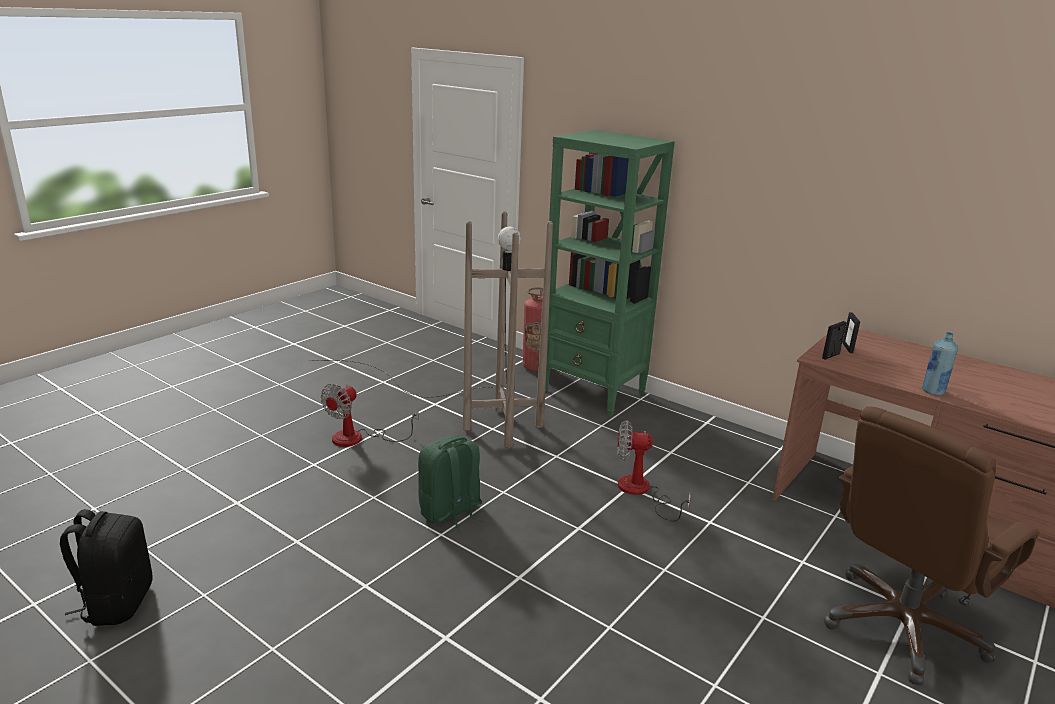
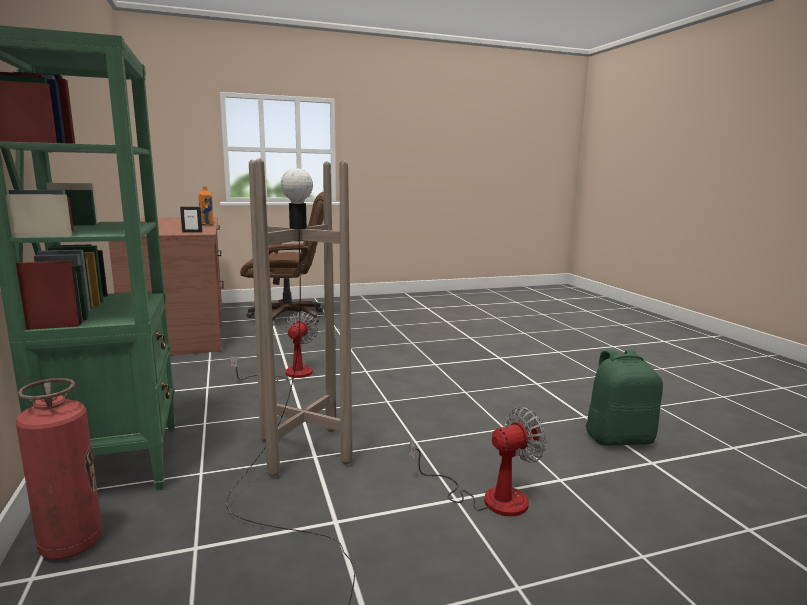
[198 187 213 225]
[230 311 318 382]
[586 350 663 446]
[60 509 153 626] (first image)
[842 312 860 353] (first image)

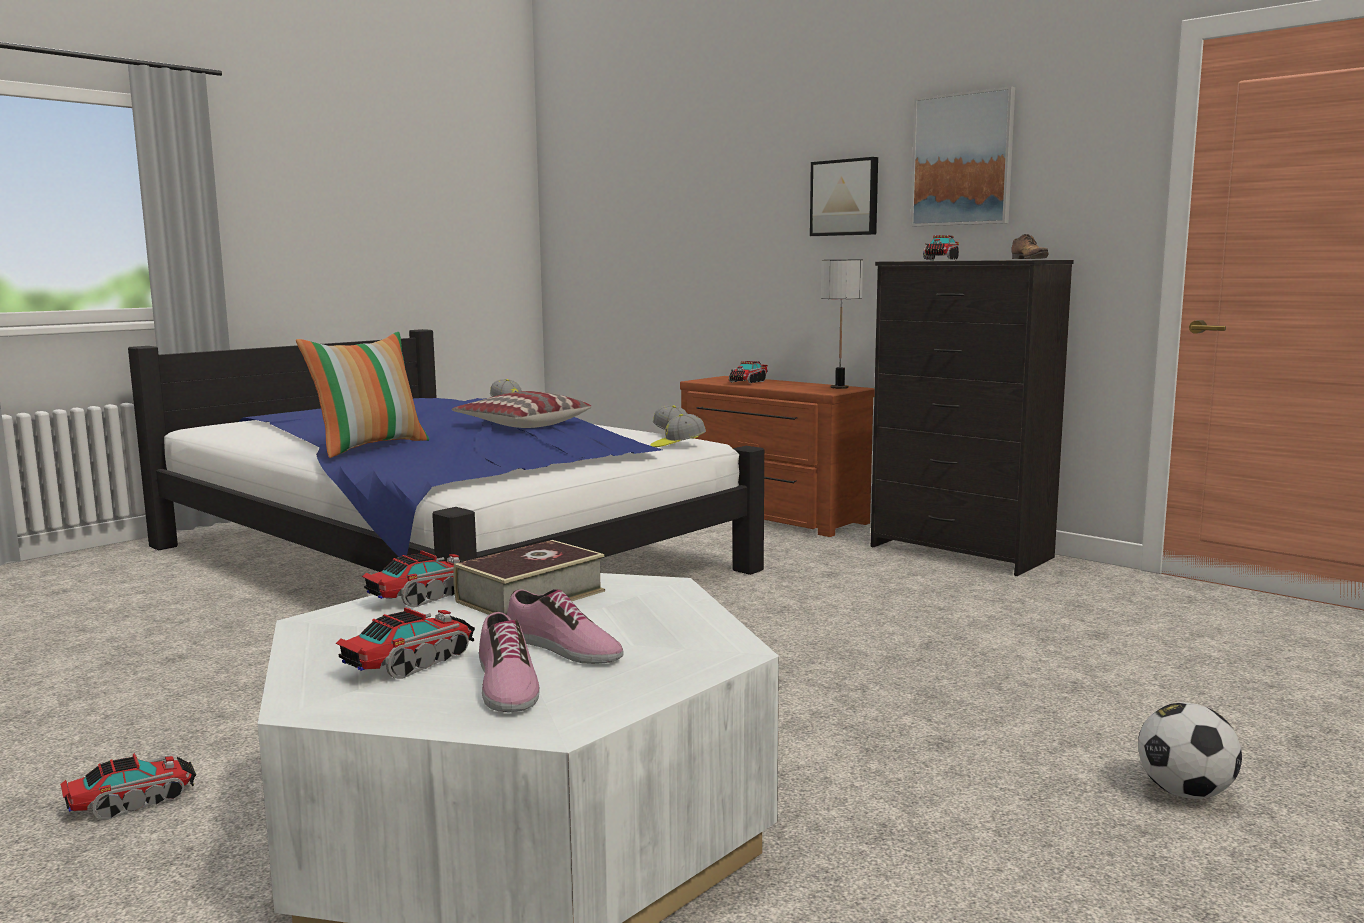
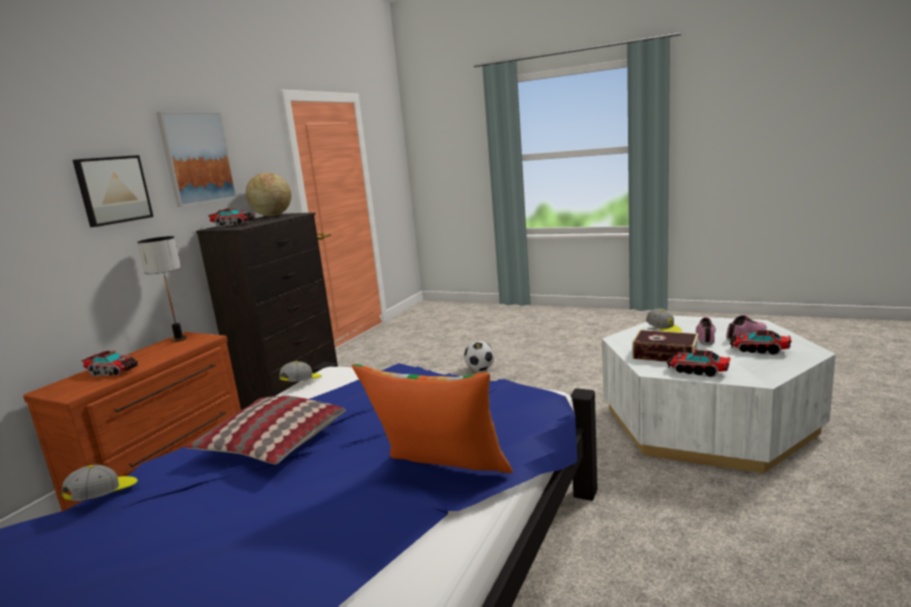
[246 172 291 216]
[464 341 494 371]
[646 308 682 332]
[61 753 197 820] (first image)

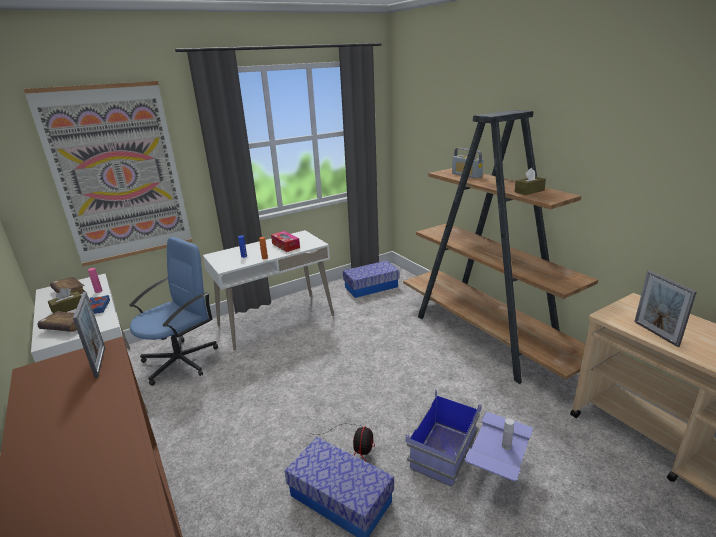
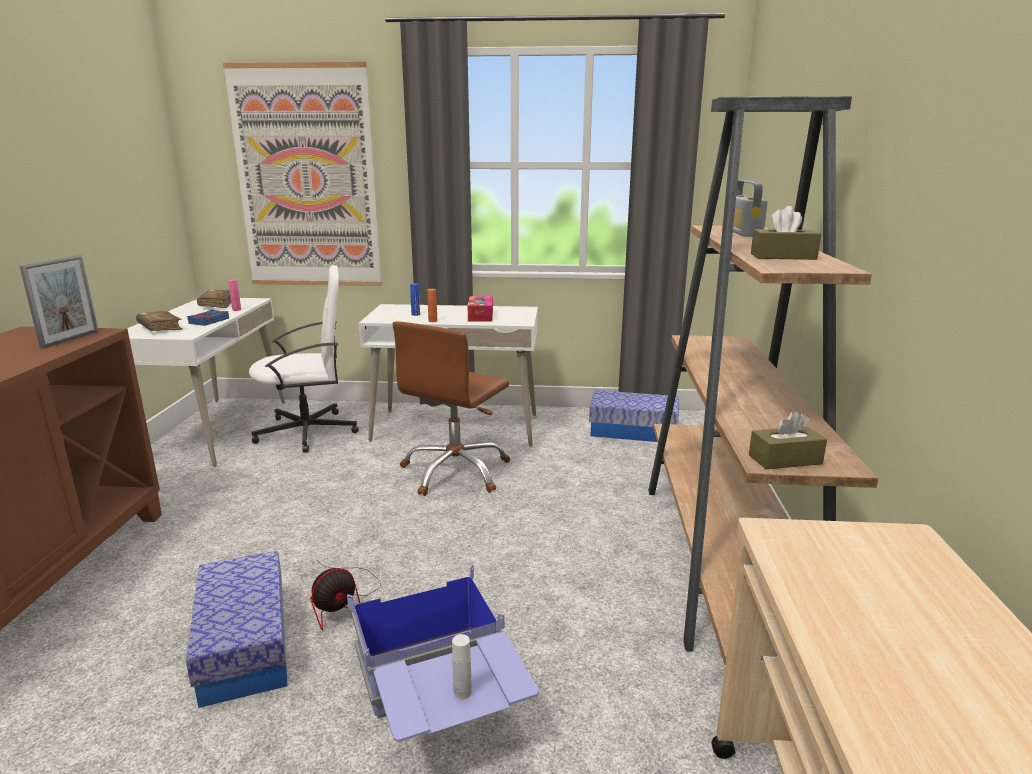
[249 265 359 453]
[393 321 510 496]
[749 411 827 469]
[634 270 697 347] (first image)

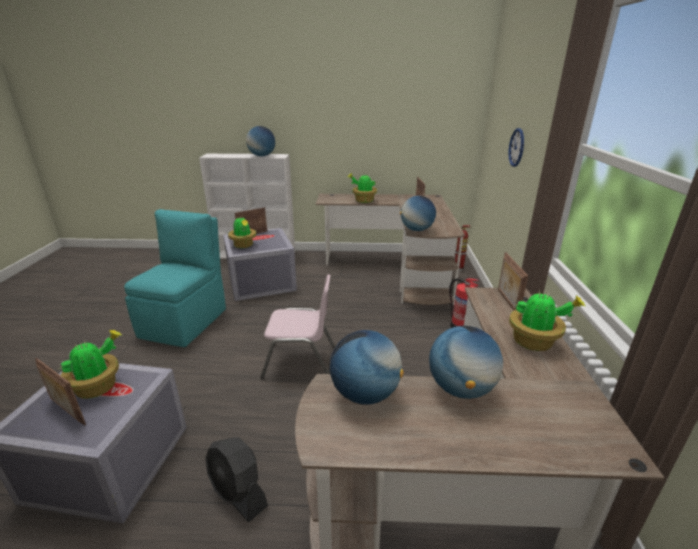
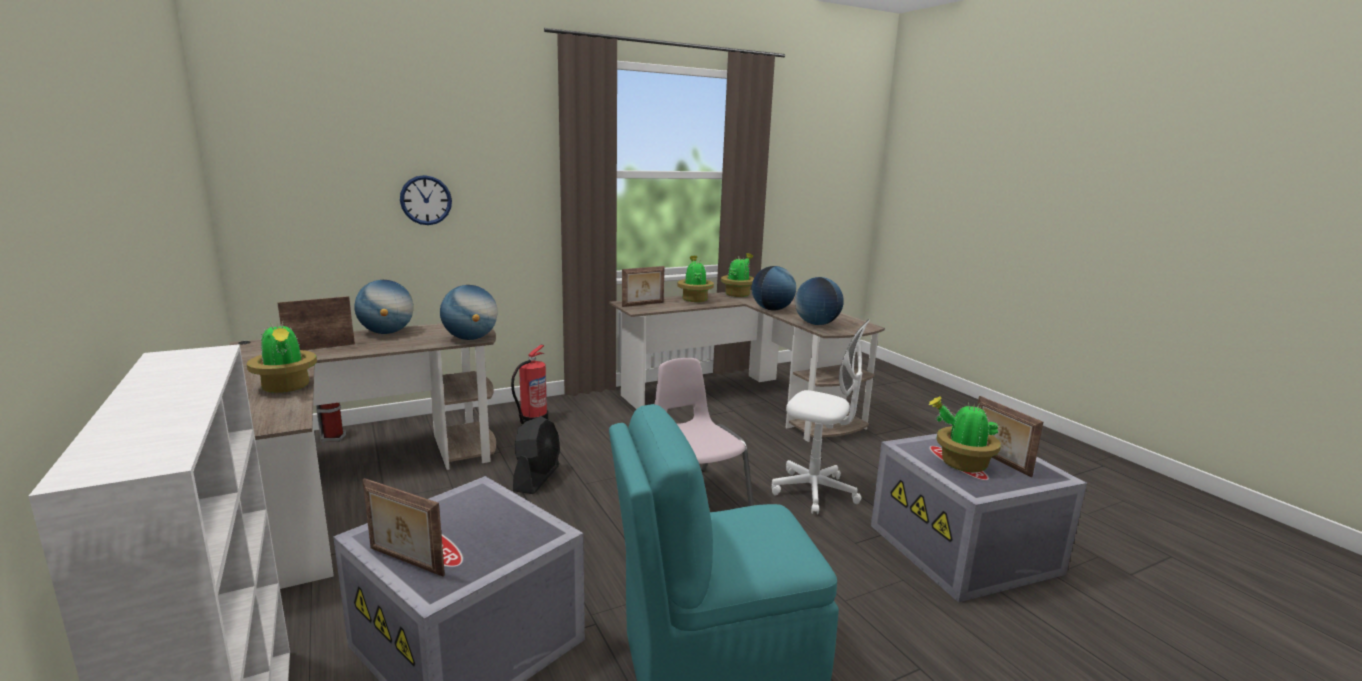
[354 280 413 334]
[513 416 560 494]
[721 253 754 297]
[772 319 870 515]
[977 396 1043 477]

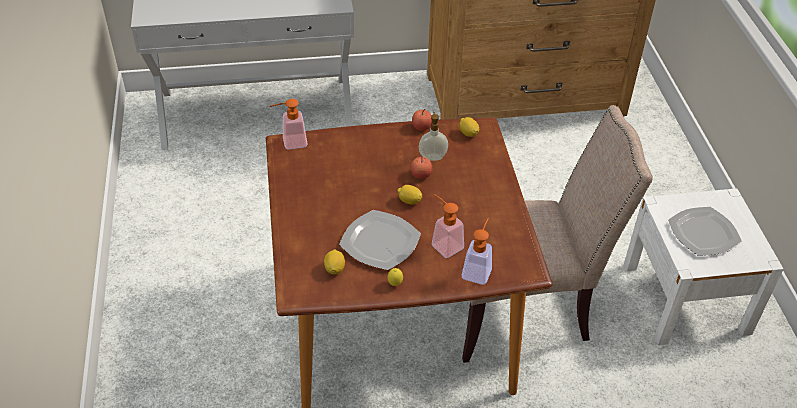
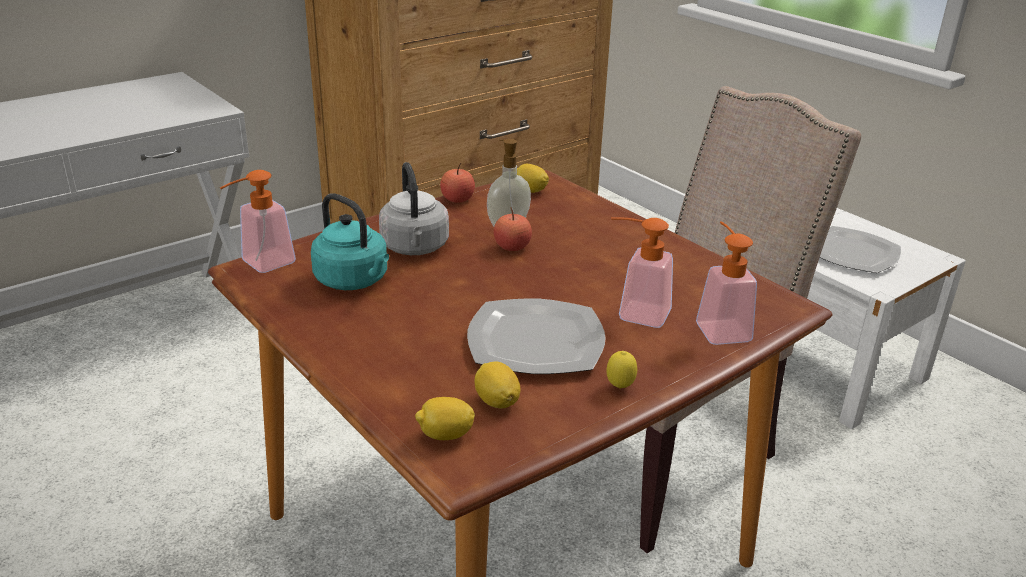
[311 193 389 290]
[379 162 449 255]
[415 397 475 440]

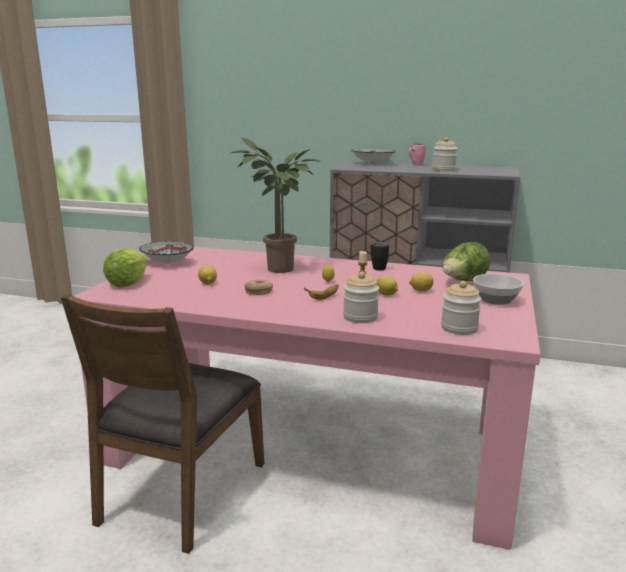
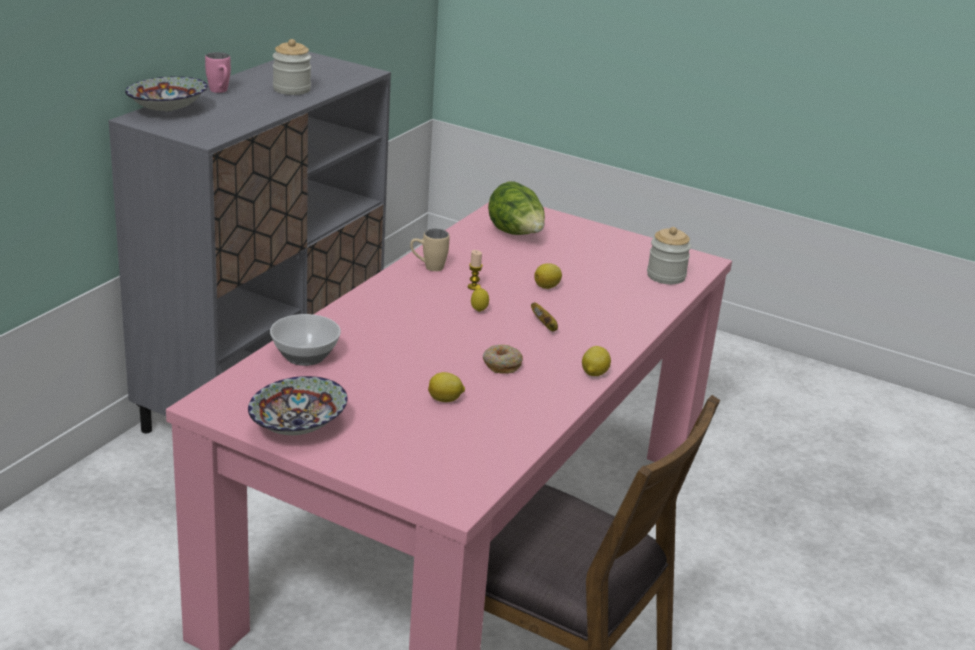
[270 314 341 366]
[410 229 450 271]
[582 346 611 376]
[103 249 148 287] (first image)
[231 138 321 273] (first image)
[343 272 379 323] (first image)

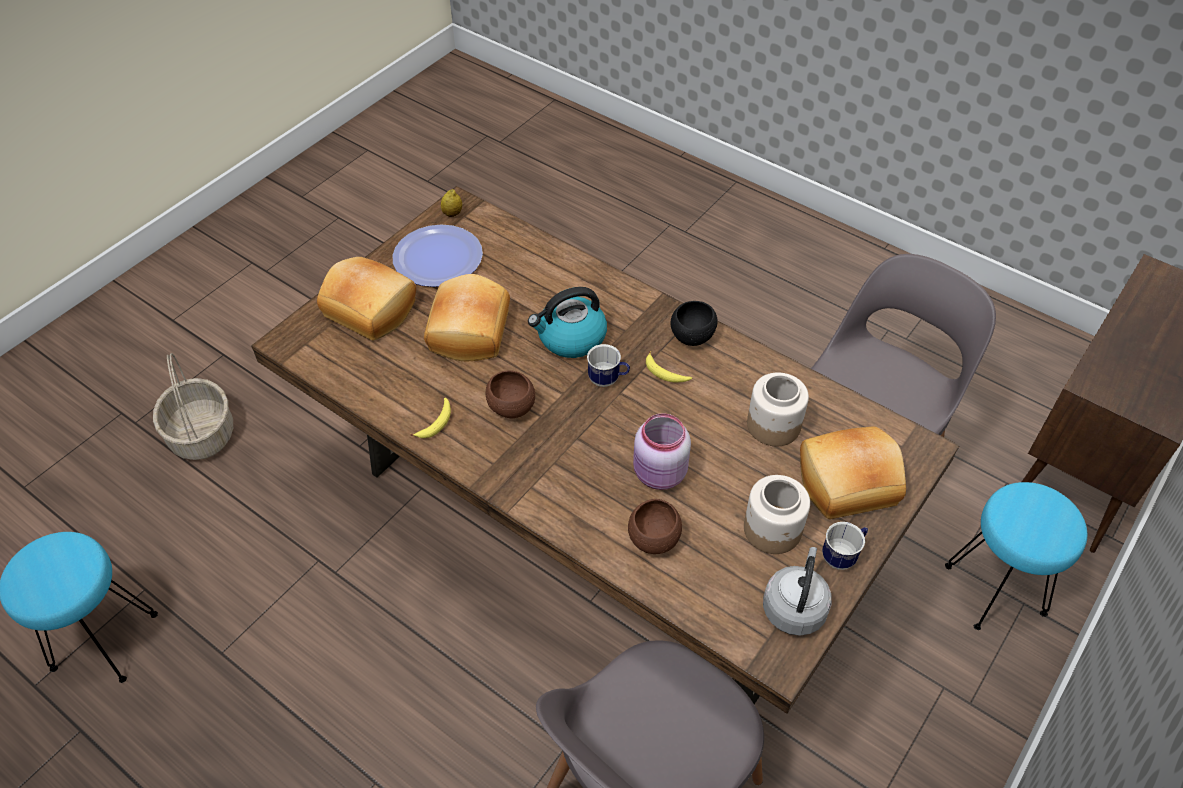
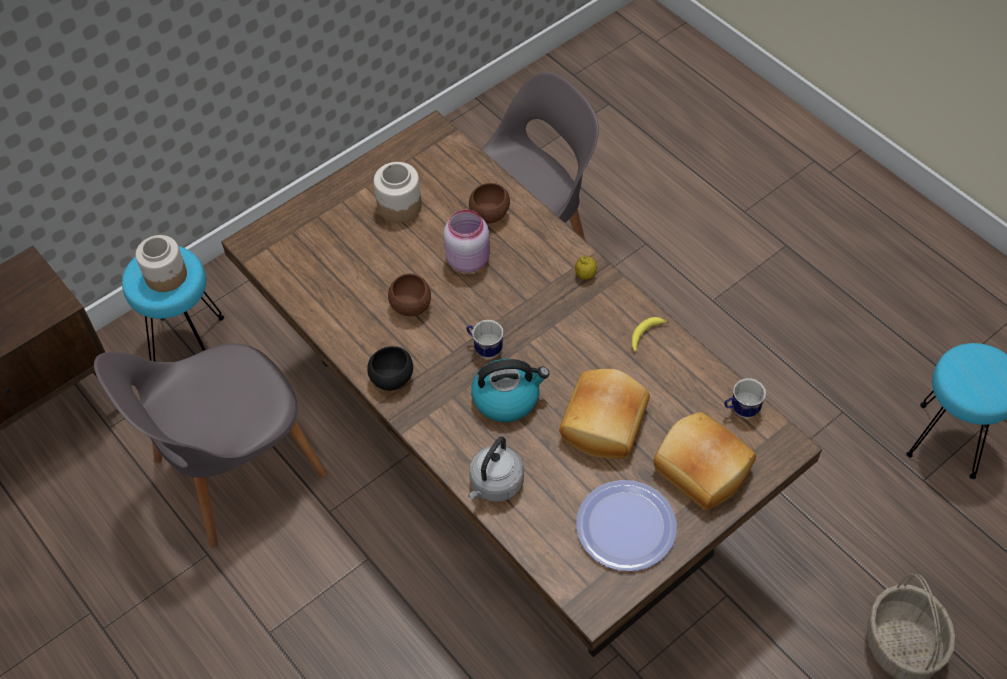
[136 235 187 292]
[388 273 431 316]
[468 436 524 502]
[575 256 597 280]
[725 378 766 418]
[646 351 692 382] (first image)
[800 427 906 519] (first image)

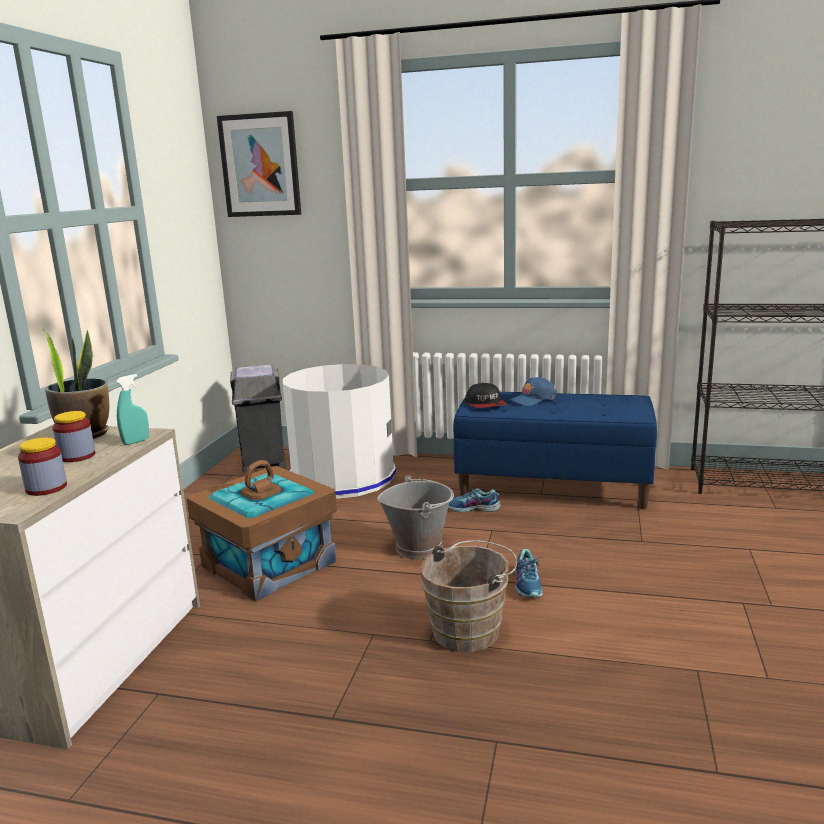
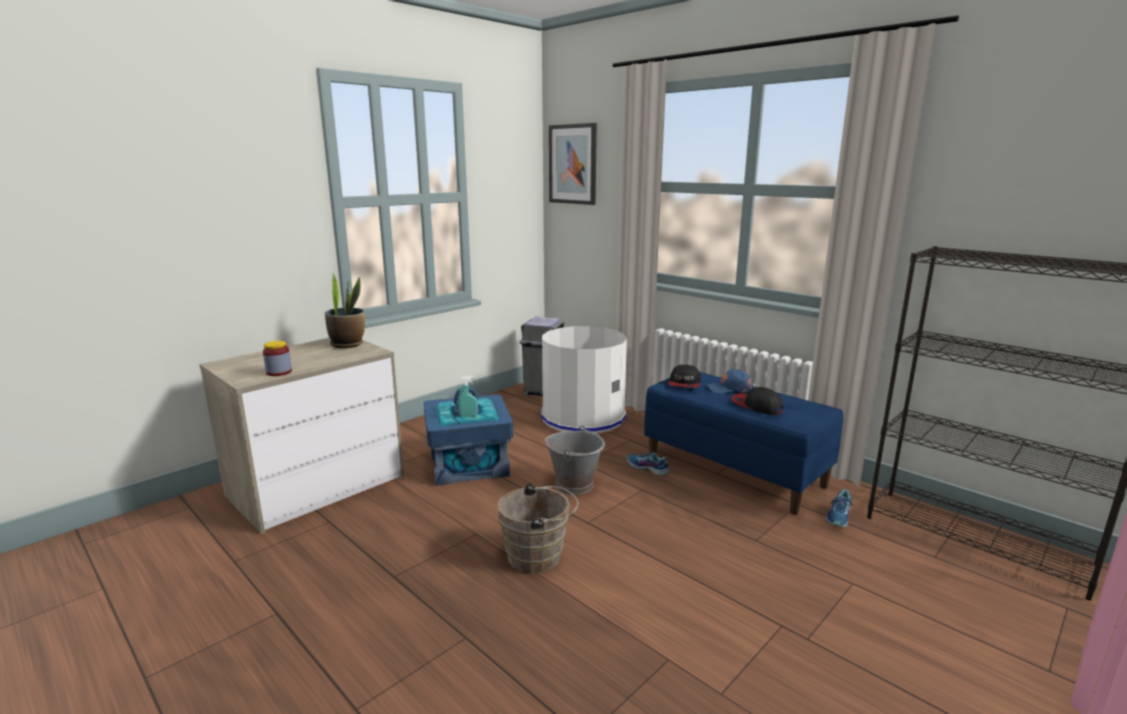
[424 387 513 486]
[458 376 478 418]
[731 387 783 415]
[826 489 856 528]
[53 411 95 462] (first image)

